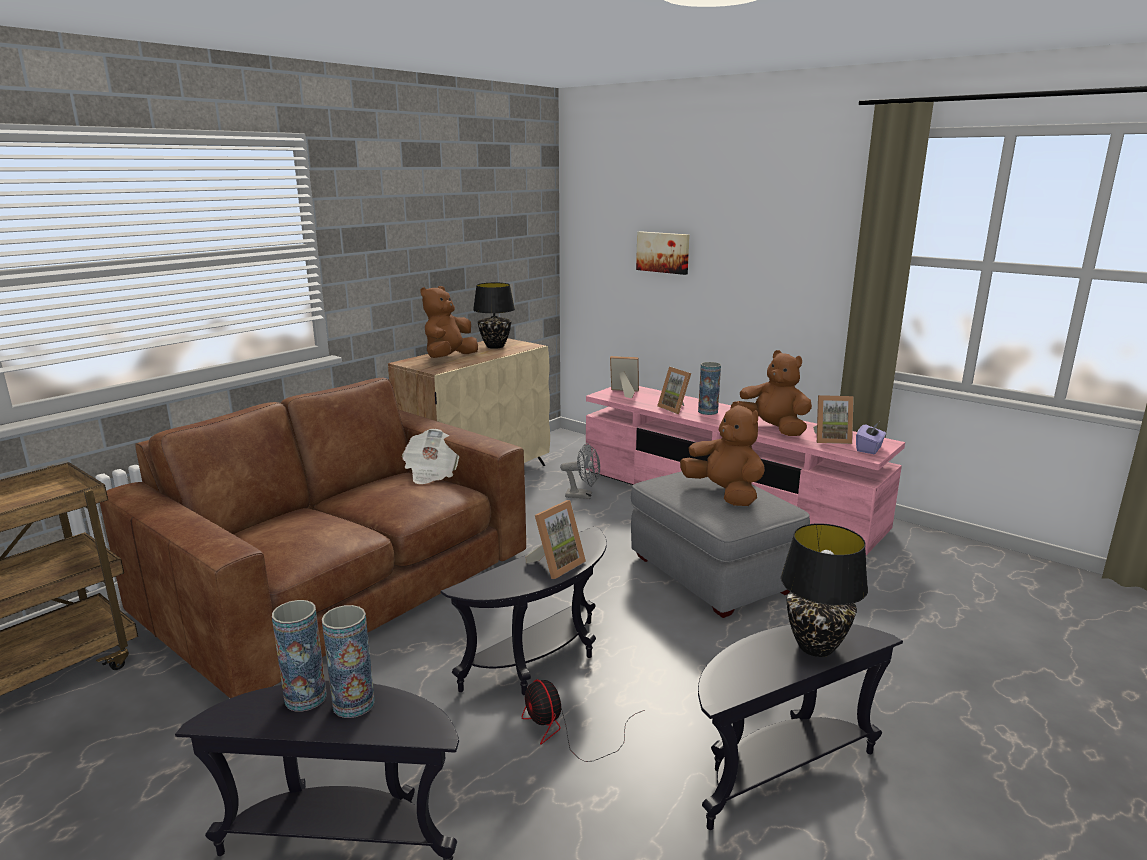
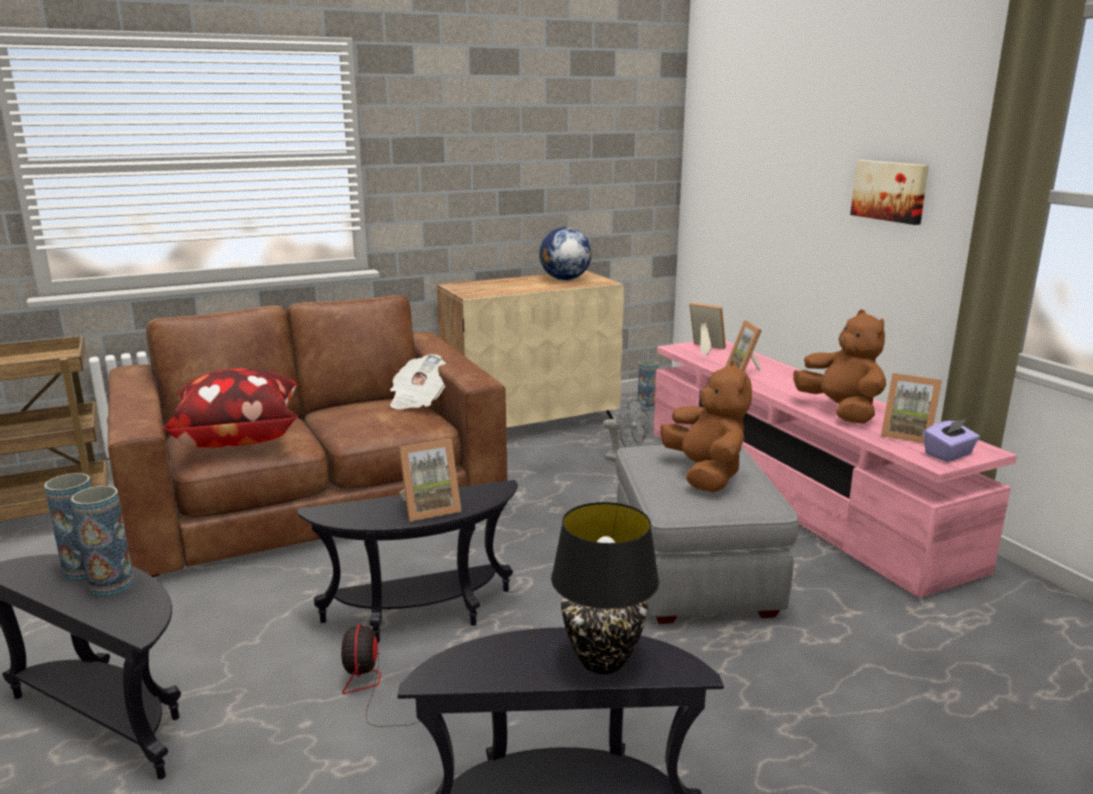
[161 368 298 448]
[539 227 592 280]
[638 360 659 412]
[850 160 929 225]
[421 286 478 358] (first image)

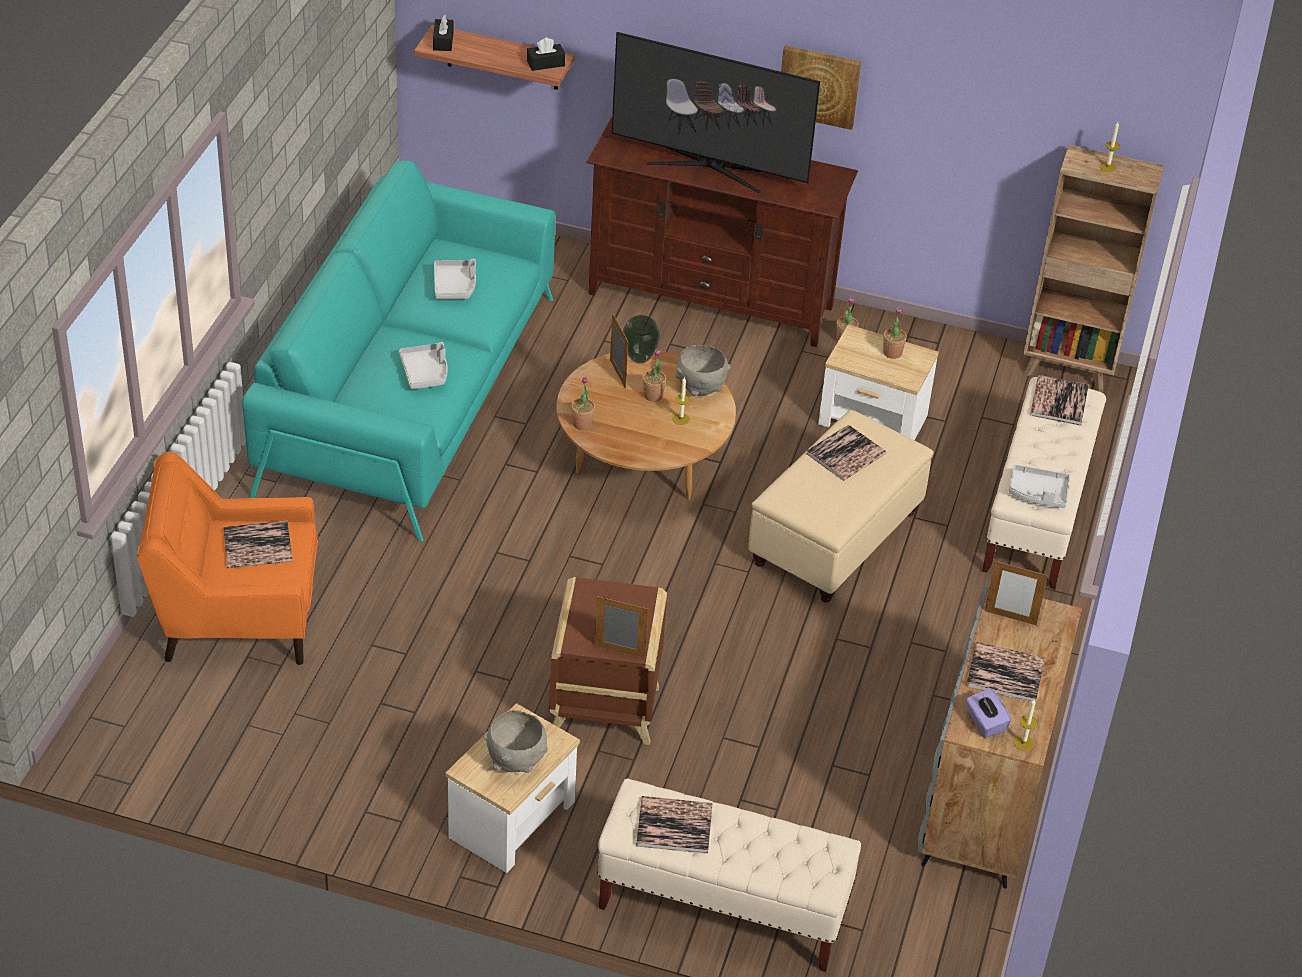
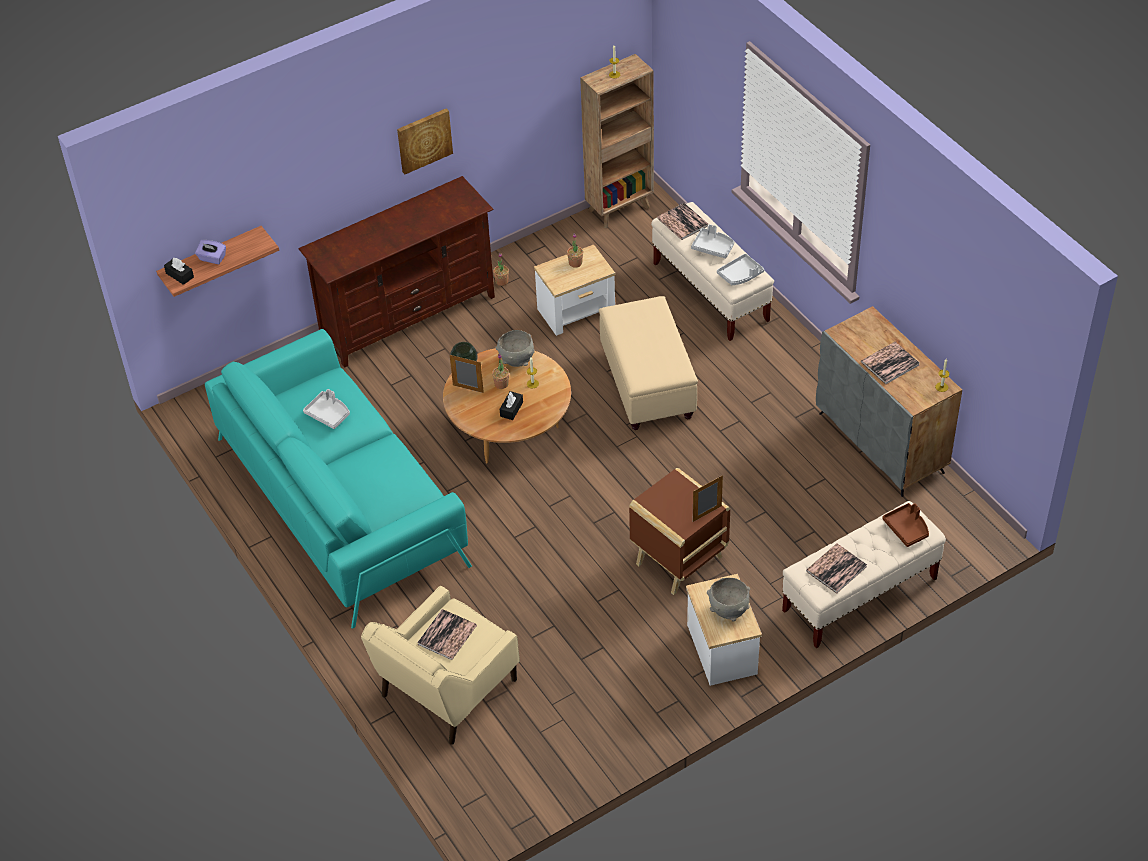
[195 240 226 264]
[361 586 520 745]
[500 391 523 420]
[691 224 734 258]
[882 503 929 547]
[571 377 595 430] (first image)
[612 32 820 193] (first image)
[807 424 886 481] (first image)
[985 561 1048 625] (first image)

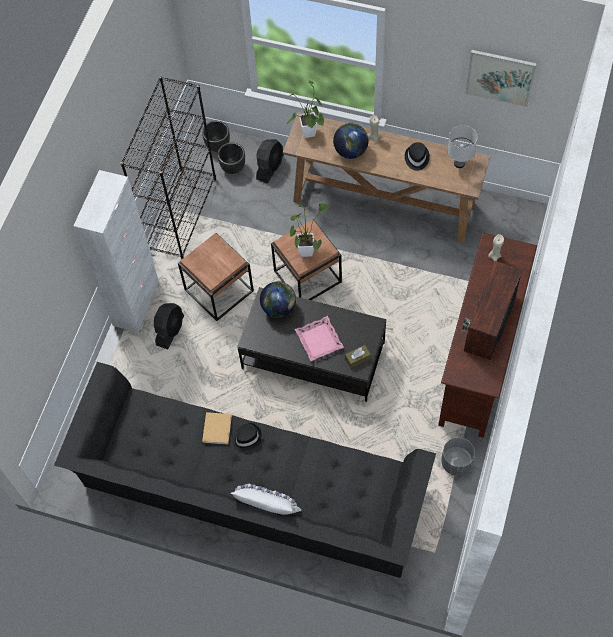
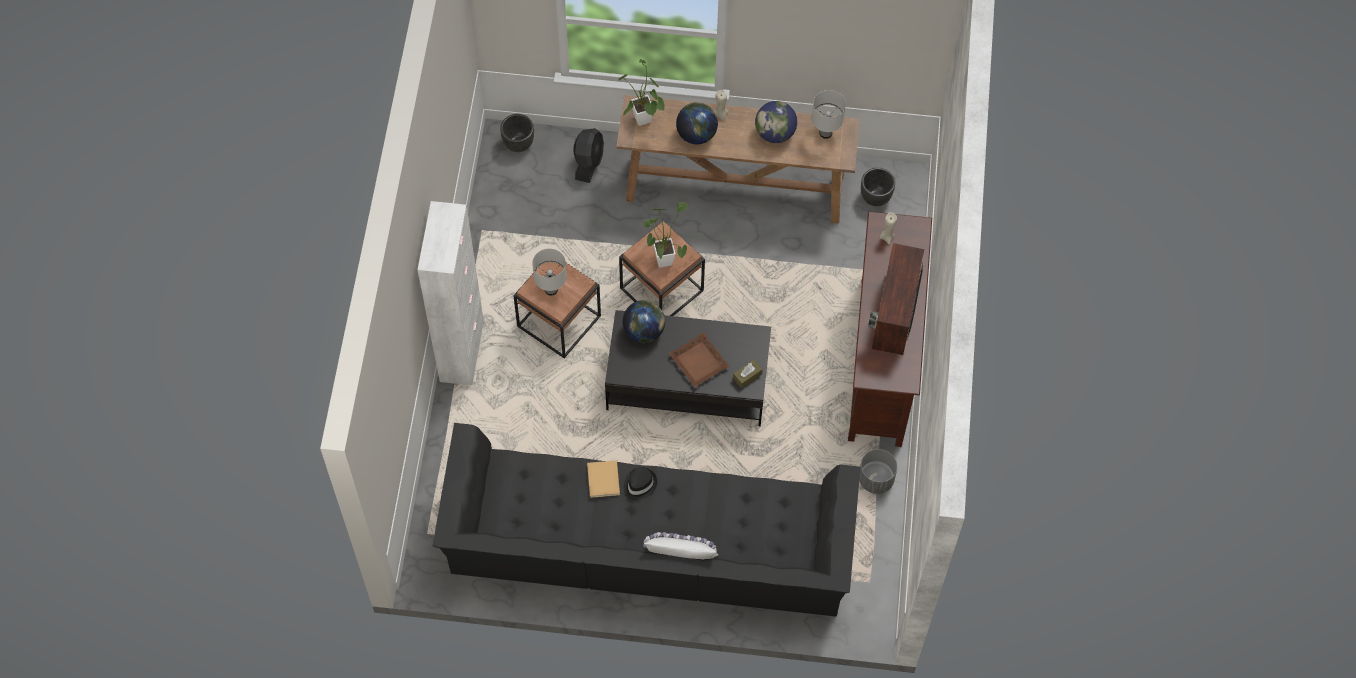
[532 248 567 295]
[669 332 729 387]
[755 101 797 143]
[861 168 895 206]
[121 76 216 259] (first image)
[154 303 184 349] (first image)
[465 50 537 107] (first image)

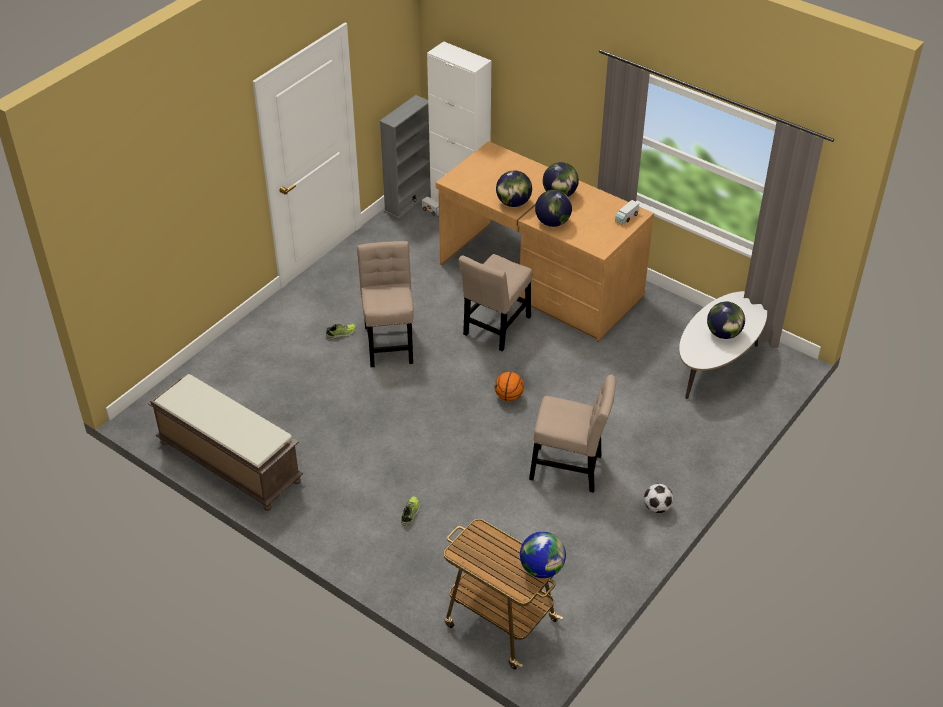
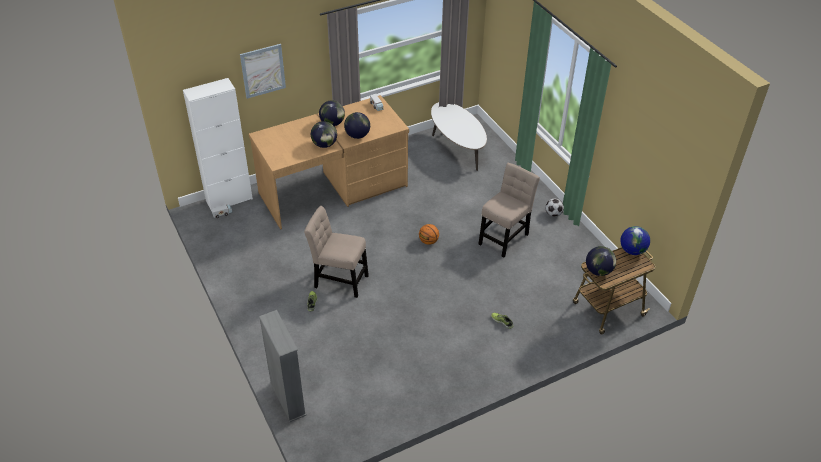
[240 44 286 99]
[259 310 307 422]
[586 246 616 276]
[148 374 303 511] (first image)
[458 254 532 351] (first image)

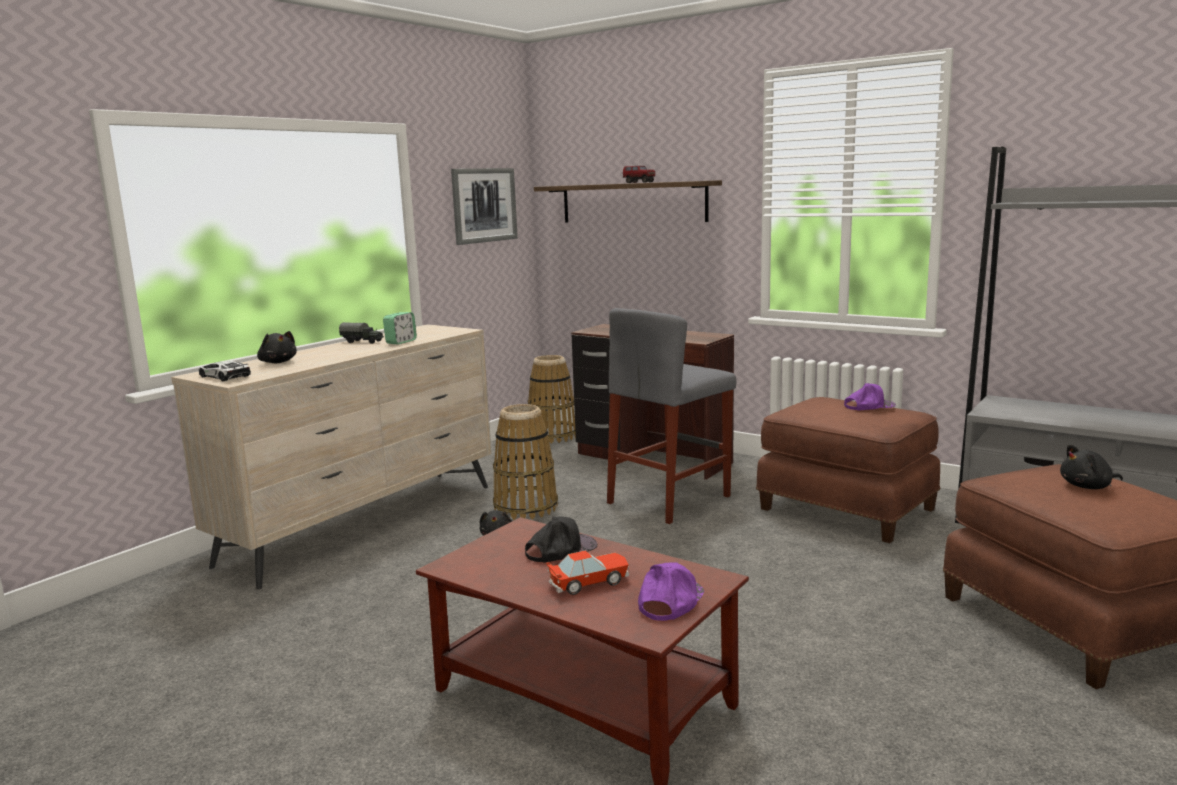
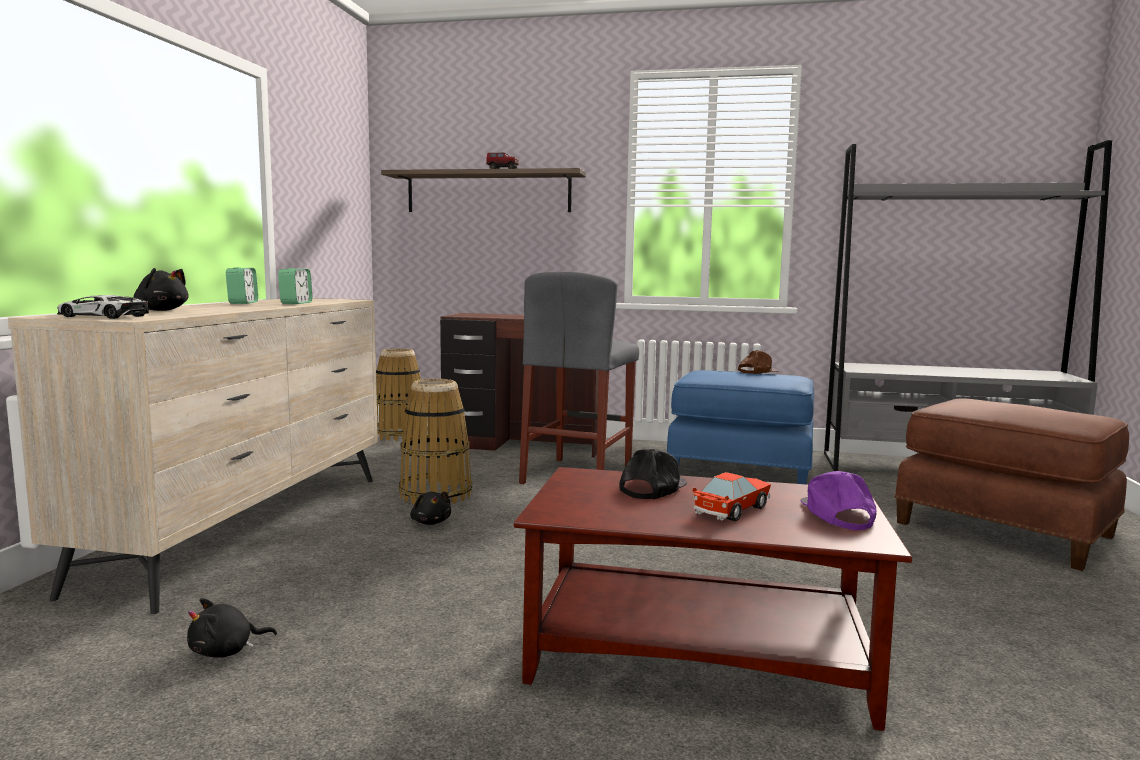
[187 598 277 658]
[226 267 258 304]
[667 370 814 484]
[738 350 779 374]
[451 168 518 245] (first image)

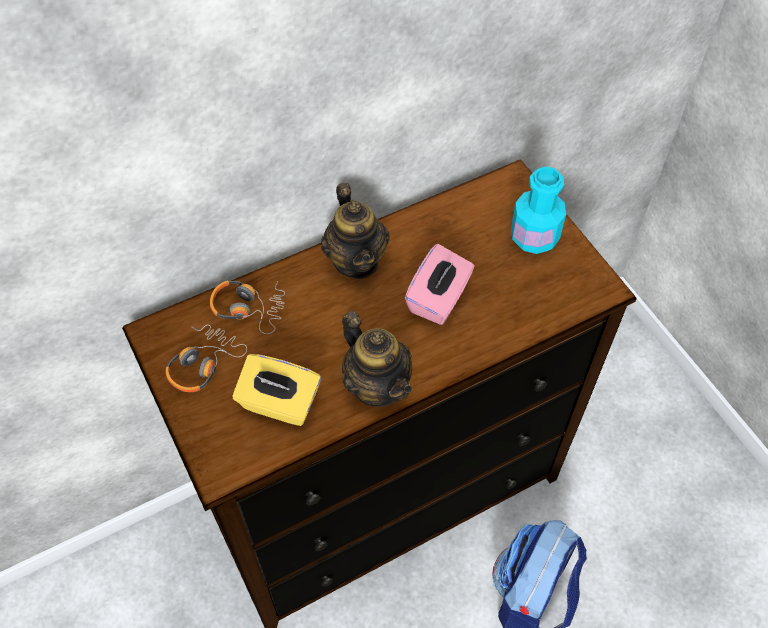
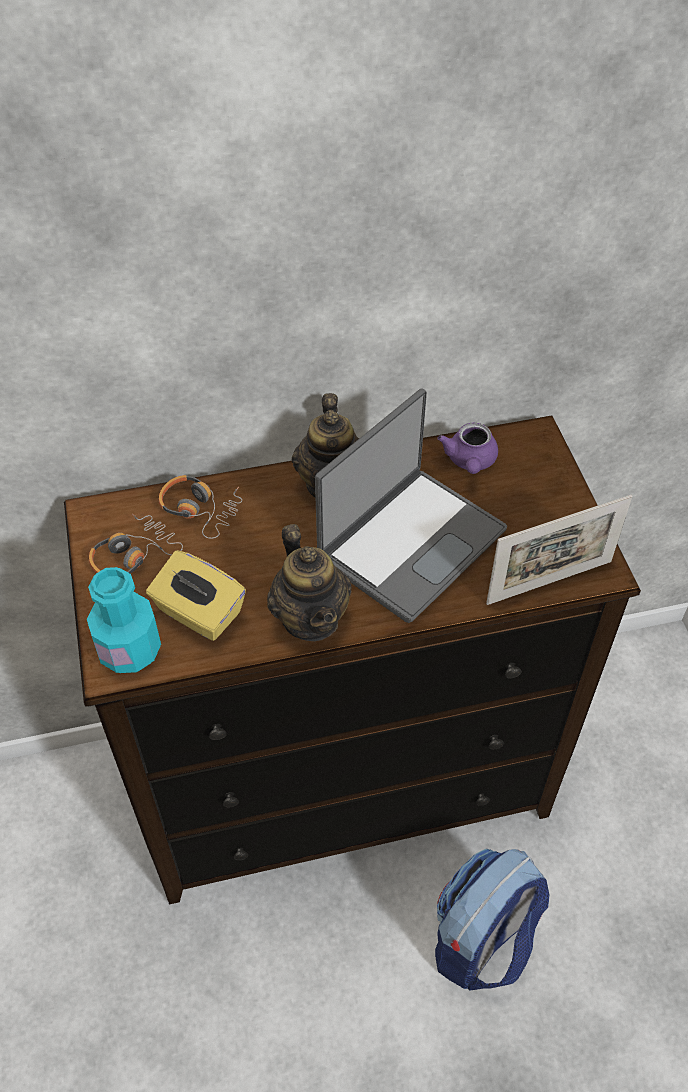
[87 567 161 673]
[315 389 507 623]
[437 423 498 474]
[486 495 632 605]

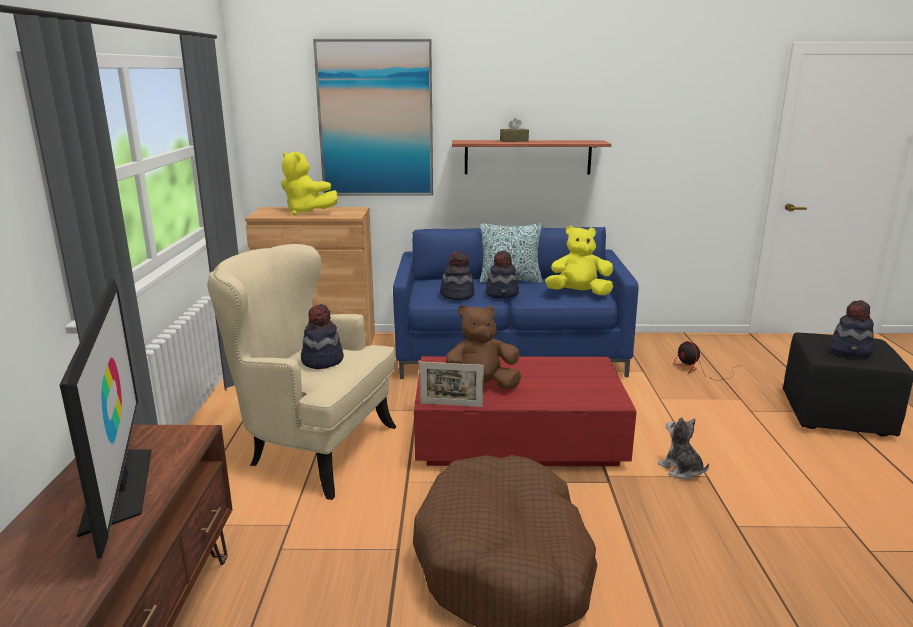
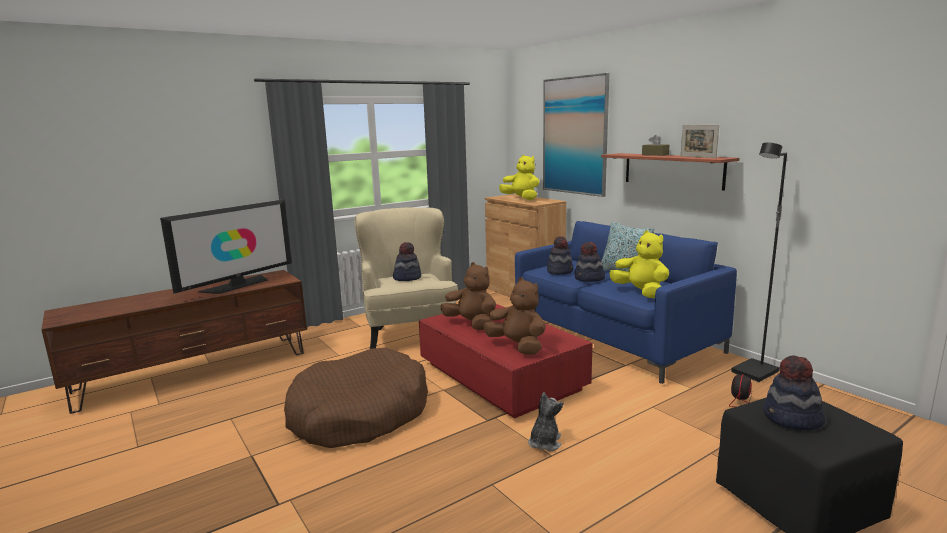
[483 277 546 355]
[499 155 539 200]
[681 125 719 158]
[731 143 787 382]

